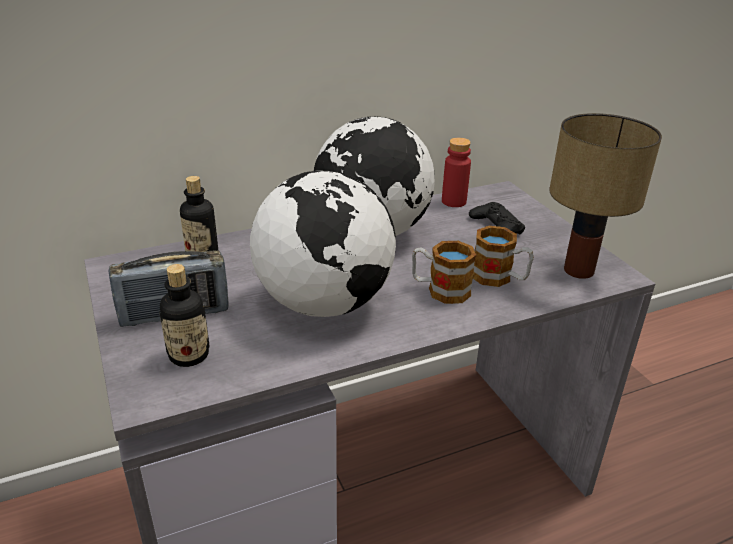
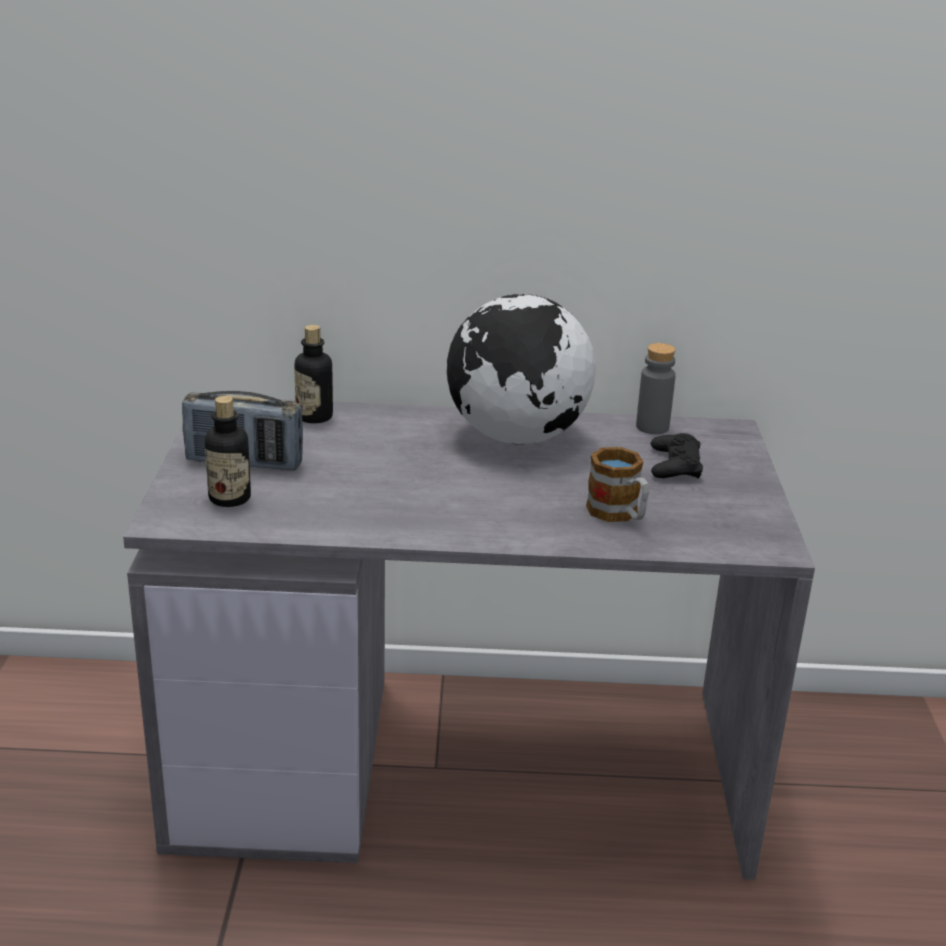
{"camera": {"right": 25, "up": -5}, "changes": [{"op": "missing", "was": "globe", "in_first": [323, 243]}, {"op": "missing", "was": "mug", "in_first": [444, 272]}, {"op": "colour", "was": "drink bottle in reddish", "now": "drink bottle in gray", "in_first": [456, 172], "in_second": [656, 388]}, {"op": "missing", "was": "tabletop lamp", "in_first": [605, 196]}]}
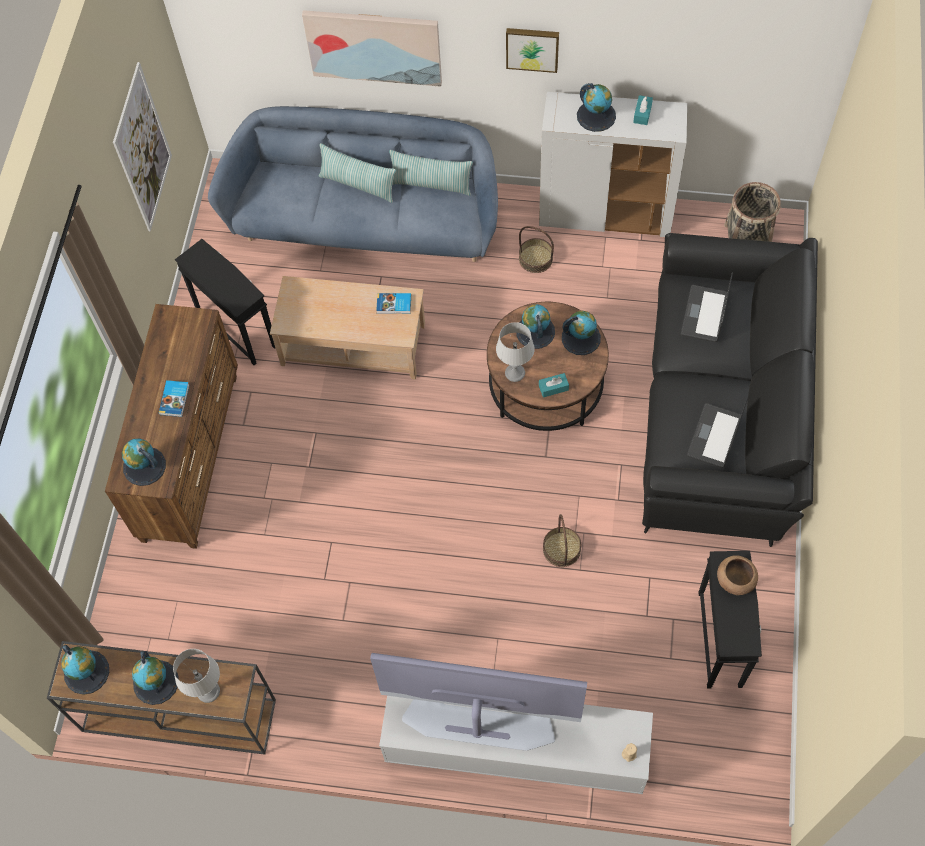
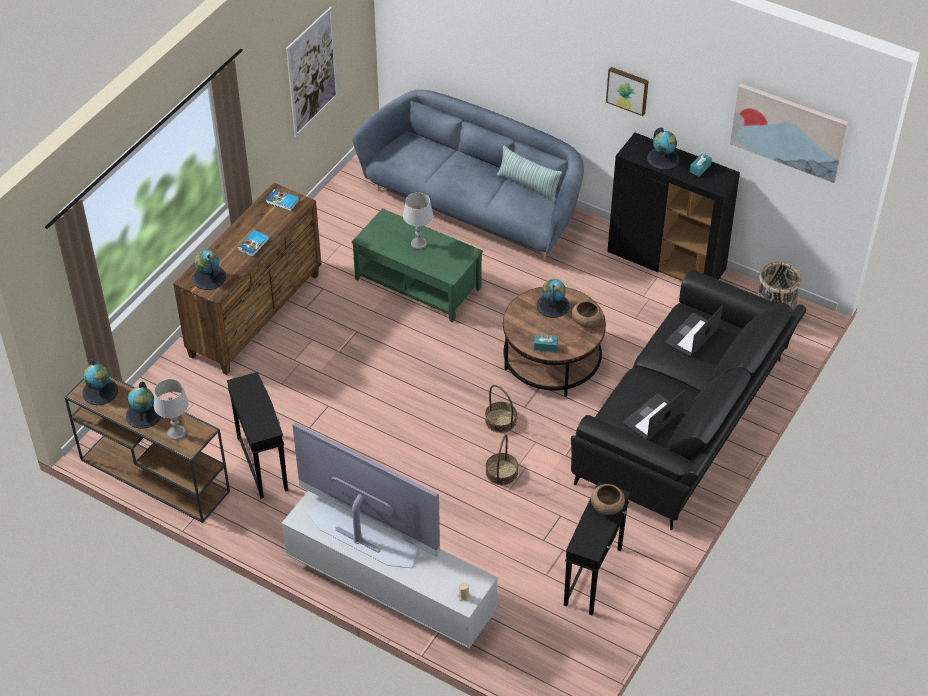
{"camera": {"right": 20, "up": -15}, "changes": [{"op": "relocated", "was": "side table in blackish", "in_first": [225, 302], "in_second": [257, 435]}, {"op": "colour", "was": "coffee table in beige-coloured", "now": "coffee table in greenish", "in_first": [347, 328], "in_second": [417, 265]}, {"op": "relocated", "was": "wall picture", "in_first": [372, 48], "in_second": [789, 133]}, {"op": "missing", "was": "pillow", "in_first": [357, 173]}, {"op": "relocated", "was": "volume", "in_first": [393, 303], "in_second": [283, 200]}, {"op": "relocated", "was": "tabletop lamp in gray", "in_first": [515, 352], "in_second": [418, 221]}, {"op": "relocated", "was": "household basket", "in_first": [536, 249], "in_second": [501, 409]}, {"op": "colour", "was": "storage cabinet in white", "now": "storage cabinet in blackish", "in_first": [613, 164], "in_second": [673, 207]}, {"op": "exchanged", "was": "globe", "now": "deep dish in brown-coloured", "in_first": [581, 333], "in_second": [587, 314]}]}
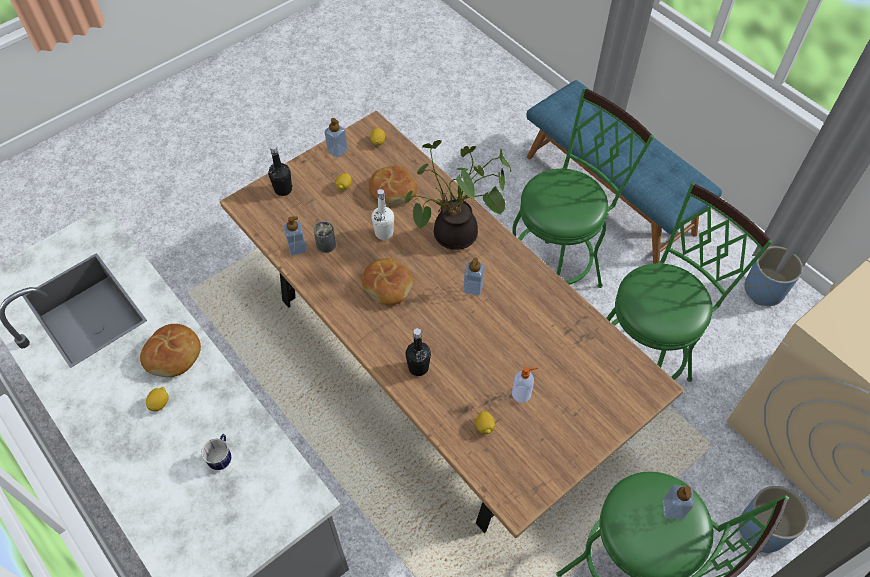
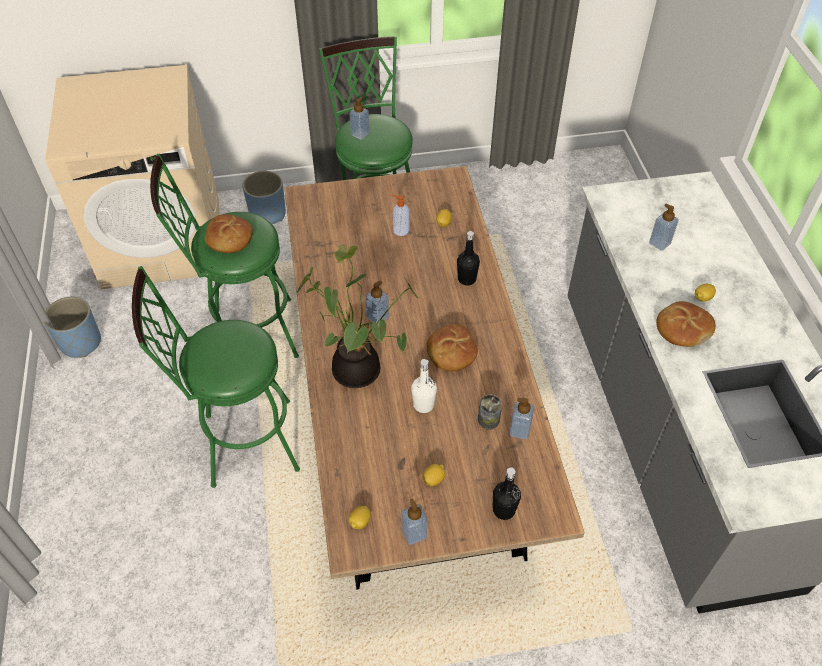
{"camera": {"right": -150, "up": -5}, "changes": [{"op": "exchanged", "was": "mug", "now": "liquid soap bottle", "in_first": [216, 452], "in_second": [664, 227]}, {"op": "relocated", "was": "bakery bread", "in_first": [393, 185], "in_second": [229, 233]}, {"op": "missing", "was": "bench in bluish", "in_first": [624, 172]}]}
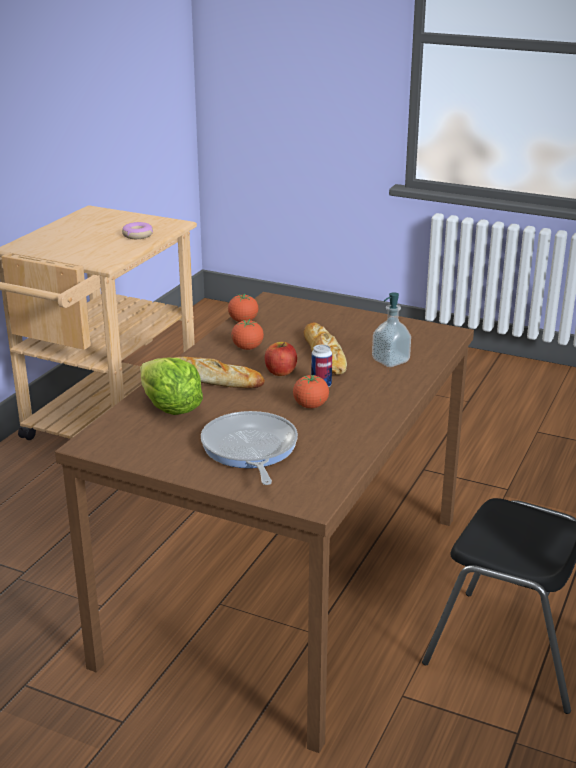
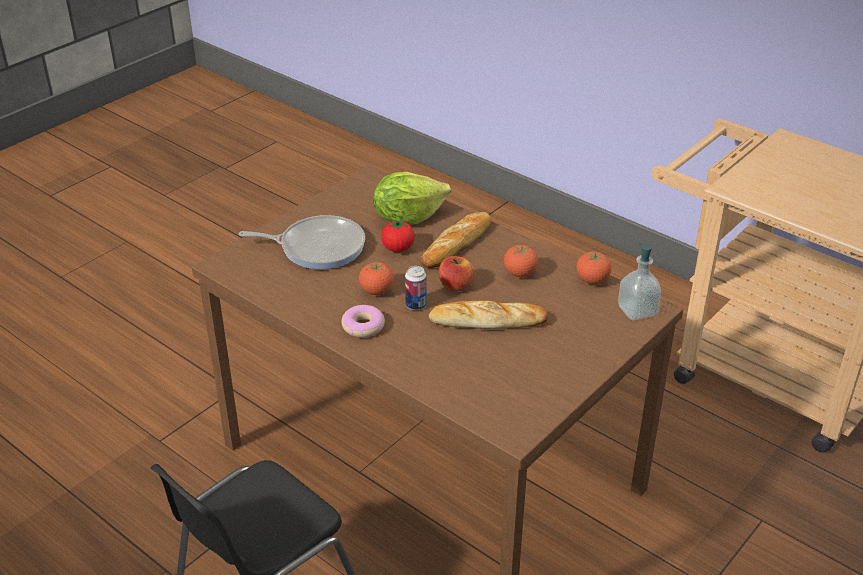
{"camera": {"right": 105, "up": 10}, "changes": [{"op": "relocated", "was": "ring doughnut", "in_first": [137, 230], "in_second": [363, 321]}, {"op": "relocated", "was": "liquid soap bottle", "in_first": [391, 329], "in_second": [639, 282]}, {"op": "appeared", "now": "fresh tomato", "in_second": [398, 235]}]}
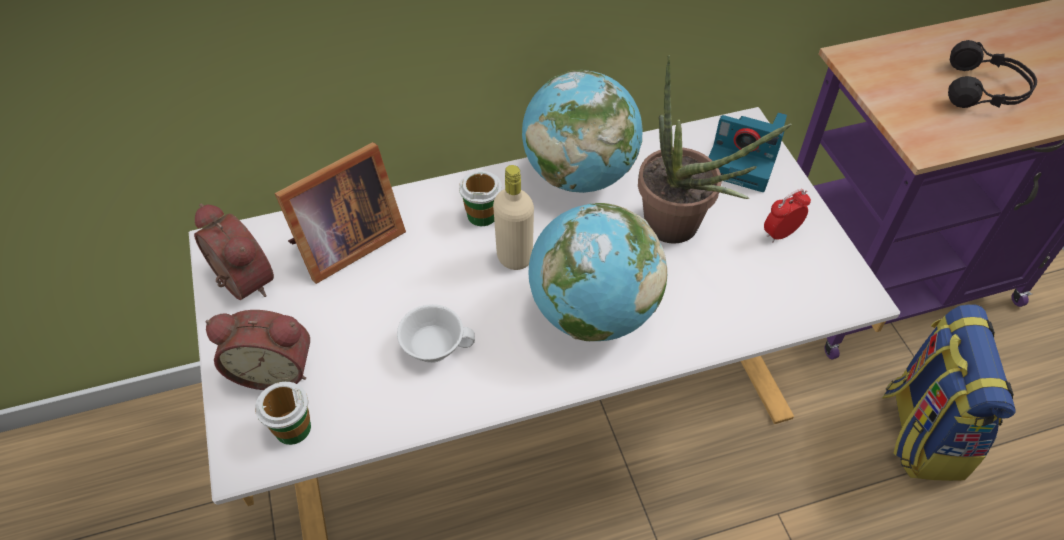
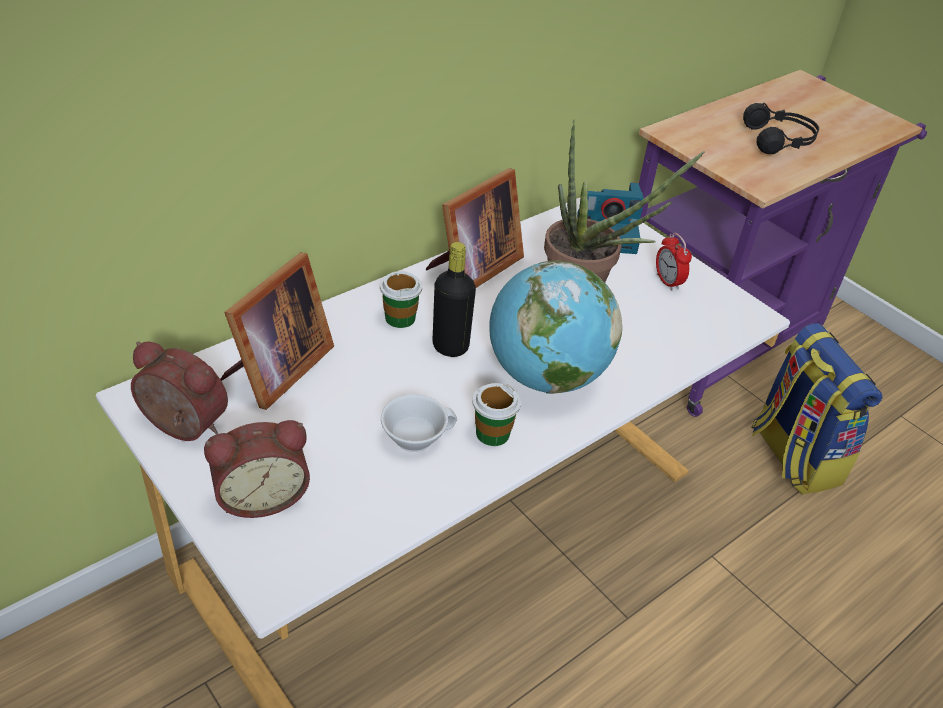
{"camera": {"right": -25, "up": -10}, "changes": [{"op": "relocated", "was": "drinking cup", "in_first": [283, 413], "in_second": [496, 414]}, {"op": "colour", "was": "drink bottle in beige-coloured", "now": "drink bottle in blackish", "in_first": [513, 217], "in_second": [454, 299]}, {"op": "exchanged", "was": "globe", "now": "picture frame", "in_first": [582, 131], "in_second": [474, 228]}, {"op": "spun", "was": "table clock", "in_first": [787, 215], "in_second": [674, 262], "clockwise": -60}]}
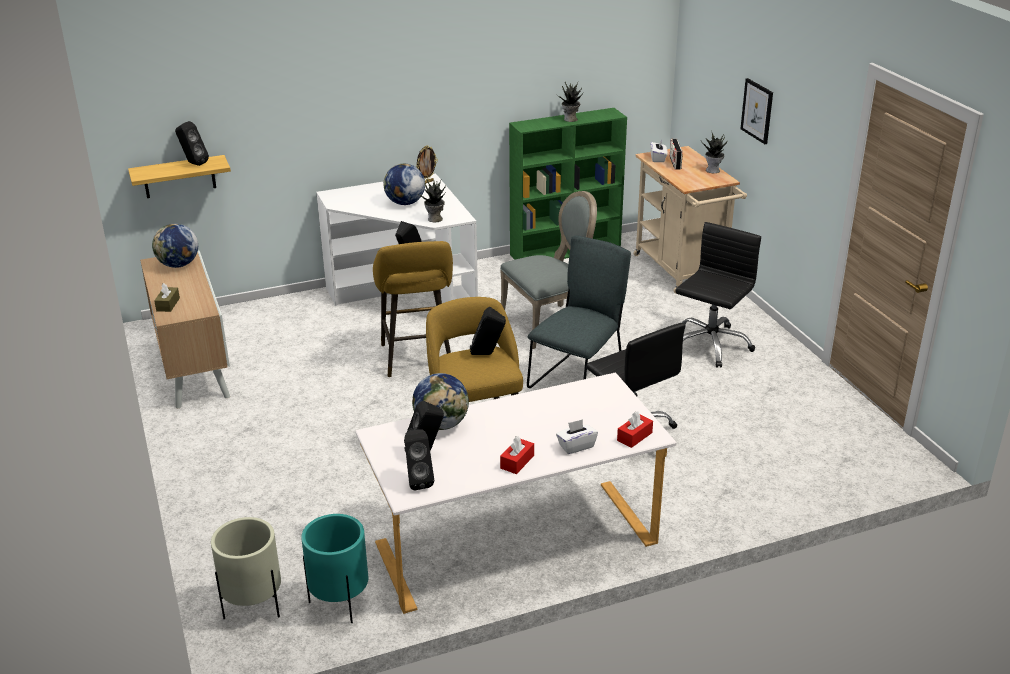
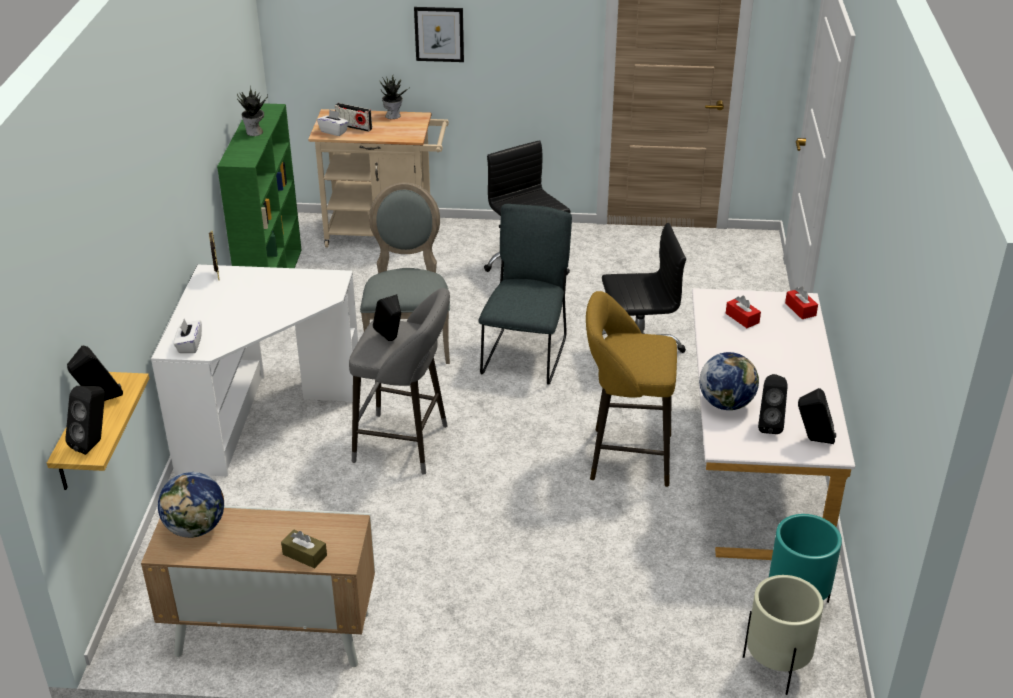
{"camera": {"right": -65, "up": 5}, "changes": [{"op": "colour", "was": "stool seat in yellow-coloured", "now": "stool seat in gray", "in_first": [413, 309], "in_second": [399, 381]}, {"op": "missing", "was": "globe", "in_first": [404, 184]}, {"op": "missing", "was": "potted plant", "in_first": [432, 201]}, {"op": "relocated", "was": "loudspeaker in blackish", "in_first": [488, 331], "in_second": [85, 420]}, {"op": "relocated", "was": "tissue holder in reddish", "in_first": [517, 455], "in_second": [743, 312]}, {"op": "spun", "was": "upright chair in gray", "in_first": [579, 312], "in_second": [525, 294], "clockwise": 45}, {"op": "relocated", "was": "tissue holder in white", "in_first": [577, 436], "in_second": [187, 336]}]}
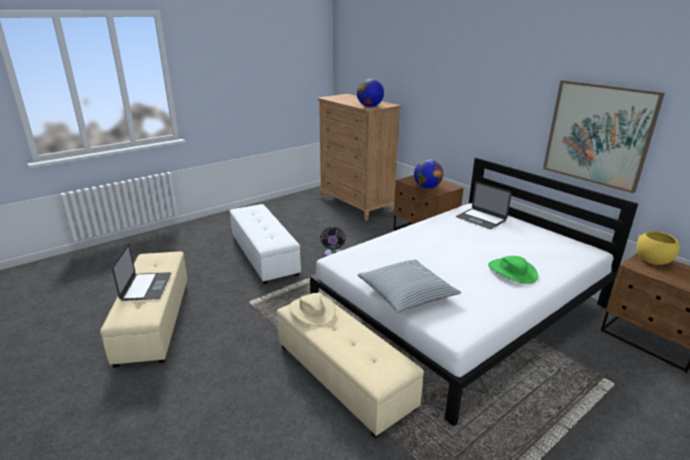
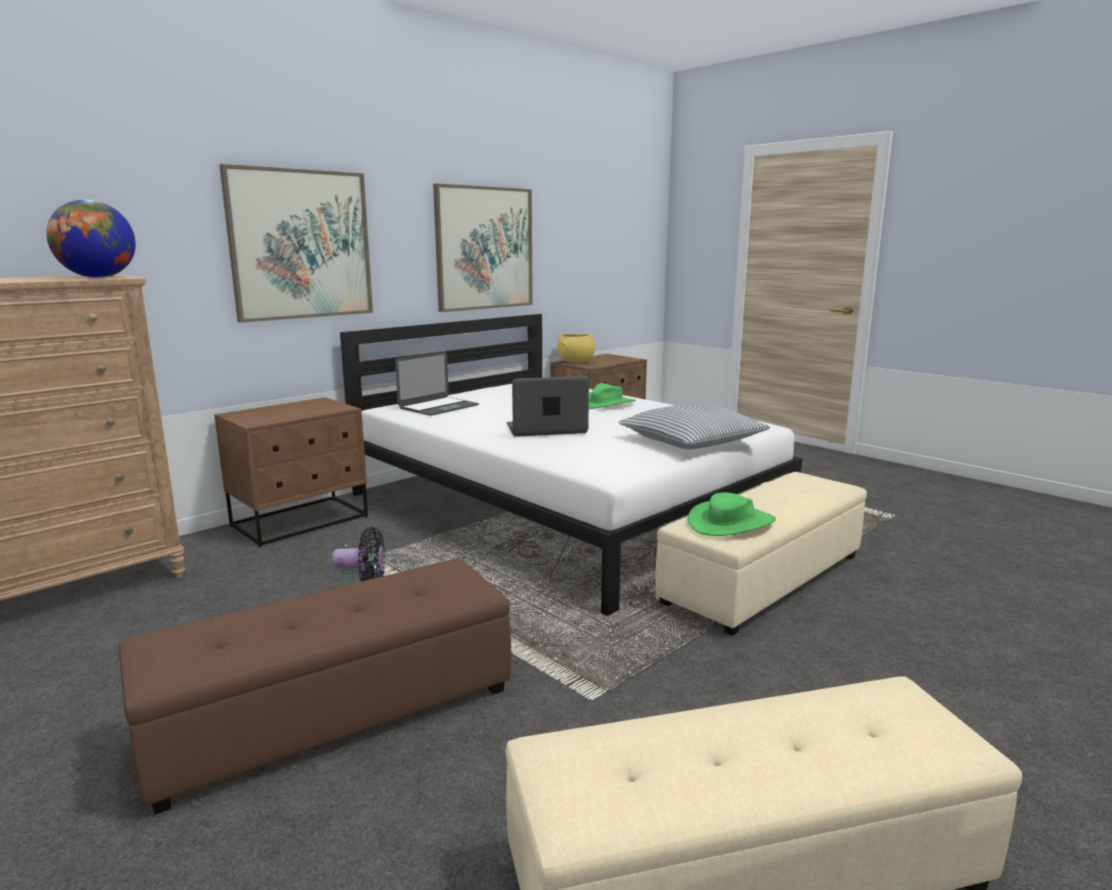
{"camera": {"right": -95, "up": -10}, "changes": [{"op": "relocated", "was": "notebook computer", "in_first": [141, 272], "in_second": [547, 406]}, {"op": "colour", "was": "footrest in white", "now": "footrest in brown-coloured", "in_first": [265, 244], "in_second": [315, 686]}, {"op": "colour", "was": "hat in beige-coloured", "now": "hat in greenish", "in_first": [312, 309], "in_second": [732, 514]}, {"op": "missing", "was": "globe", "in_first": [428, 174]}, {"op": "appeared", "now": "wall picture", "in_second": [296, 243]}]}
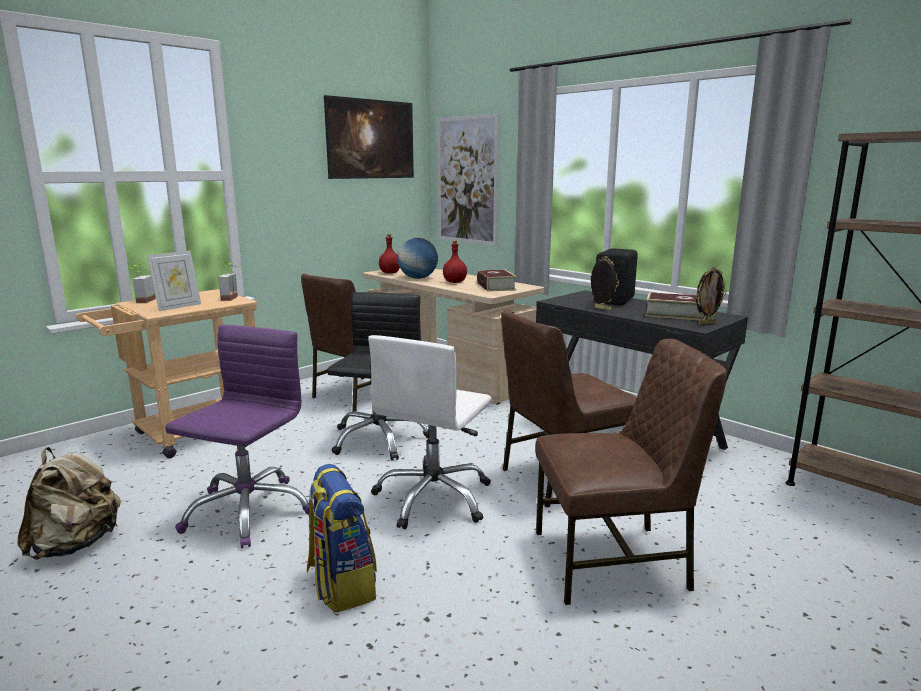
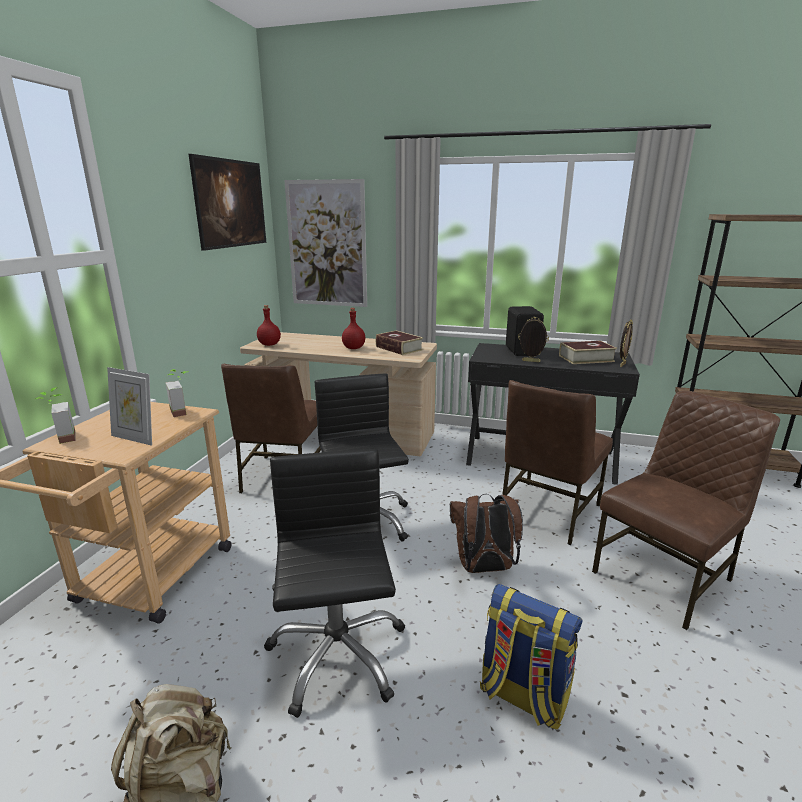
{"camera": {"right": -30, "up": 5}, "changes": [{"op": "spun", "was": "picture frame", "in_first": [174, 281], "in_second": [129, 406], "clockwise": 105}, {"op": "colour", "was": "computer chair in purplish", "now": "computer chair in blackish", "in_first": [239, 436], "in_second": [334, 583]}, {"op": "exchanged", "was": "computer chair in white", "now": "knapsack in brown-coloured", "in_first": [430, 432], "in_second": [486, 533]}, {"op": "missing", "was": "globe", "in_first": [418, 258]}]}
